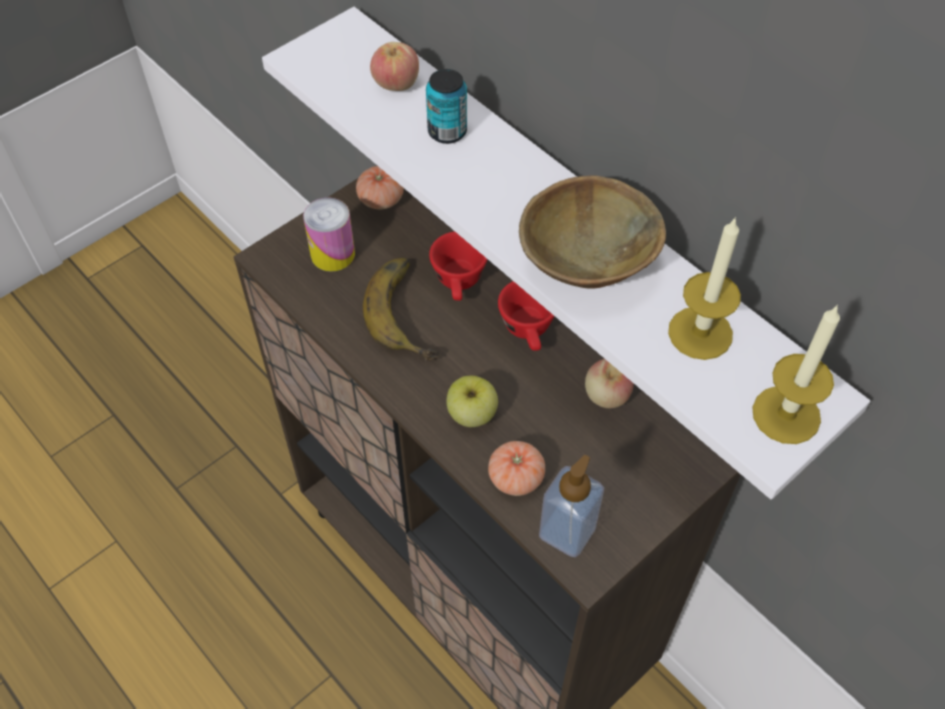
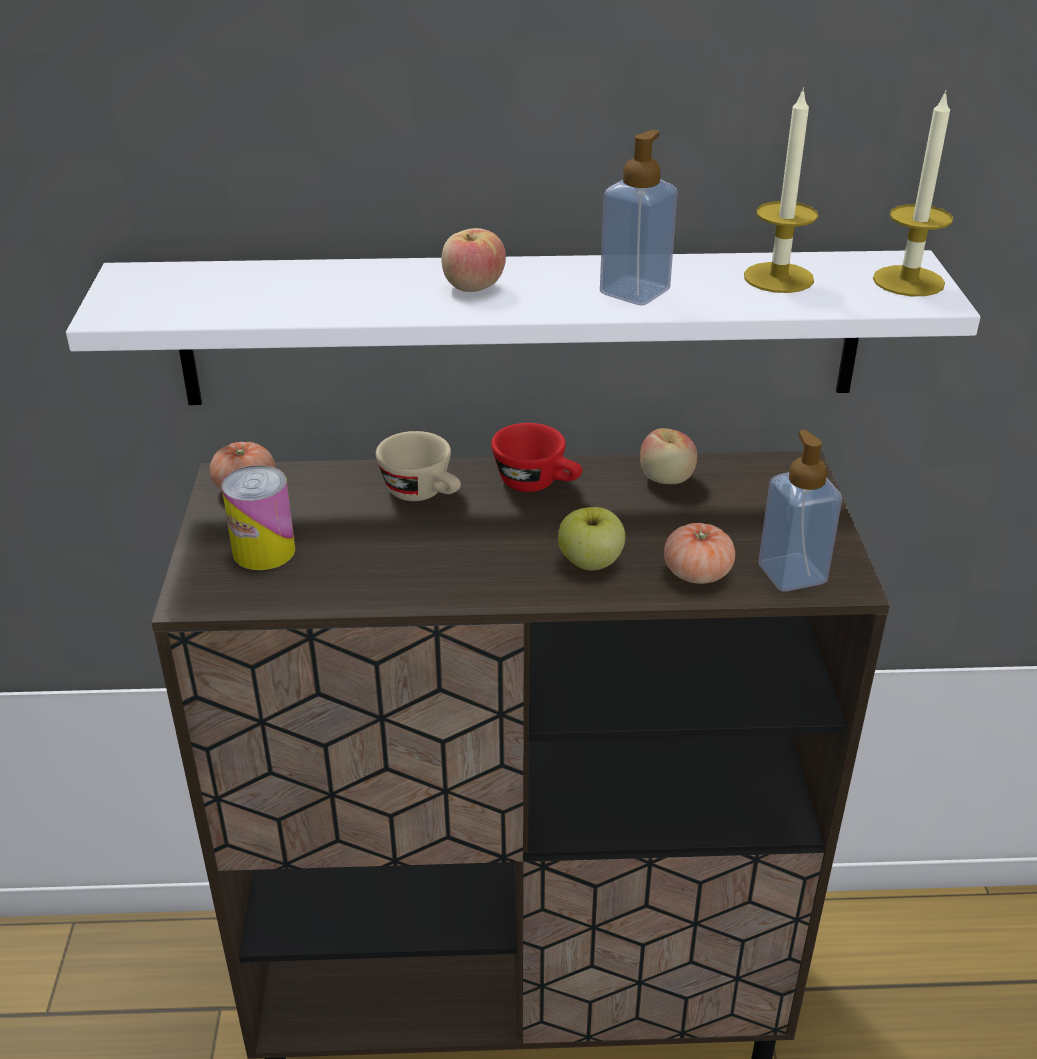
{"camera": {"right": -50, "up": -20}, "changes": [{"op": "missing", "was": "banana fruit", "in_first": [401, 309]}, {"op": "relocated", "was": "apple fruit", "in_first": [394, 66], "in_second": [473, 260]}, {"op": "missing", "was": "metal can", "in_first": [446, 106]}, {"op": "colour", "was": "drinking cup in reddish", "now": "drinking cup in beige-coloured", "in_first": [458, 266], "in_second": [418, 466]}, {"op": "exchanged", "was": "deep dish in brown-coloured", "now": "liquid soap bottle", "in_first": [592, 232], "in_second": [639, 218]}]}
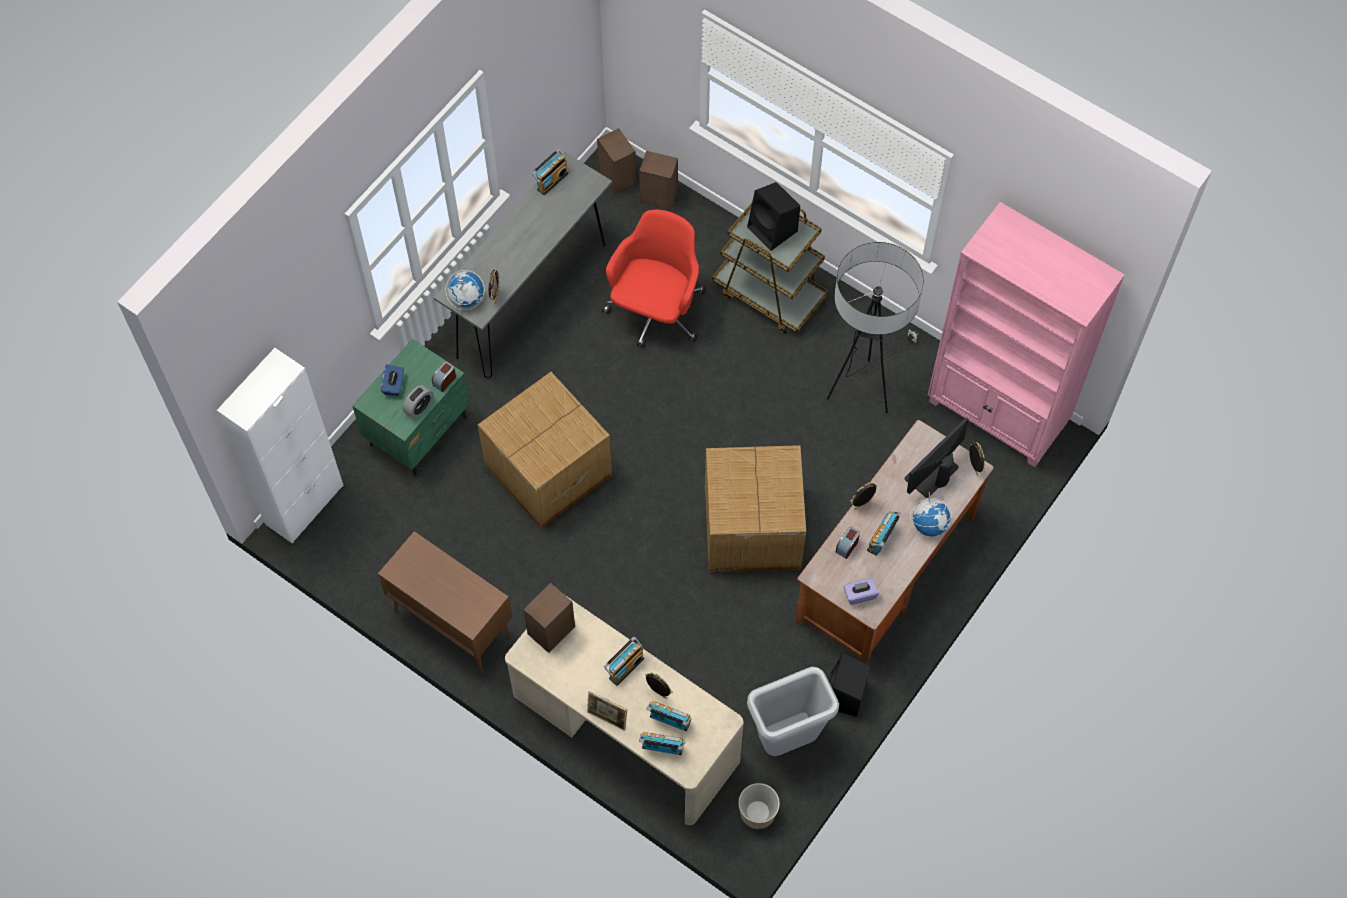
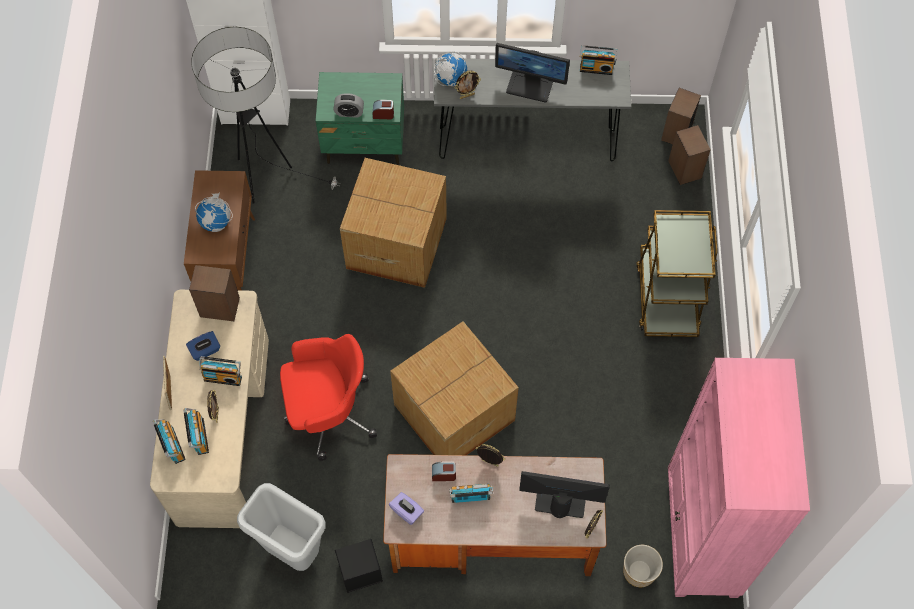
{"camera": {"right": 55, "up": 0}, "changes": [{"op": "relocated", "was": "tissue holder in bluish", "in_first": [392, 380], "in_second": [203, 346]}, {"op": "relocated", "was": "computer chair in reddish", "in_first": [654, 279], "in_second": [328, 397]}, {"op": "relocated", "was": "plant pot", "in_first": [759, 806], "in_second": [643, 566]}, {"op": "missing", "was": "loudspeaker in blackish", "in_first": [773, 216]}, {"op": "relocated", "was": "standard lamp", "in_first": [875, 327], "in_second": [266, 115]}, {"op": "relocated", "was": "globe", "in_first": [931, 514], "in_second": [214, 212]}, {"op": "appeared", "now": "computer screen", "in_second": [532, 72]}]}
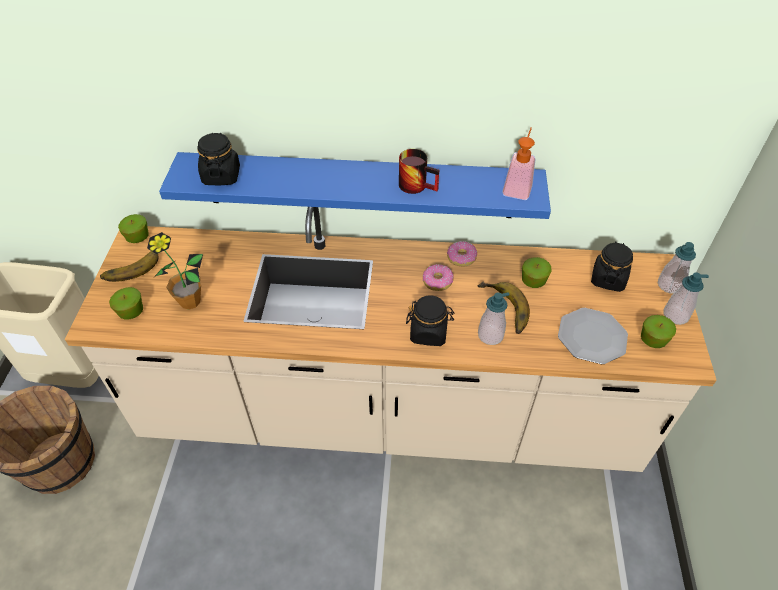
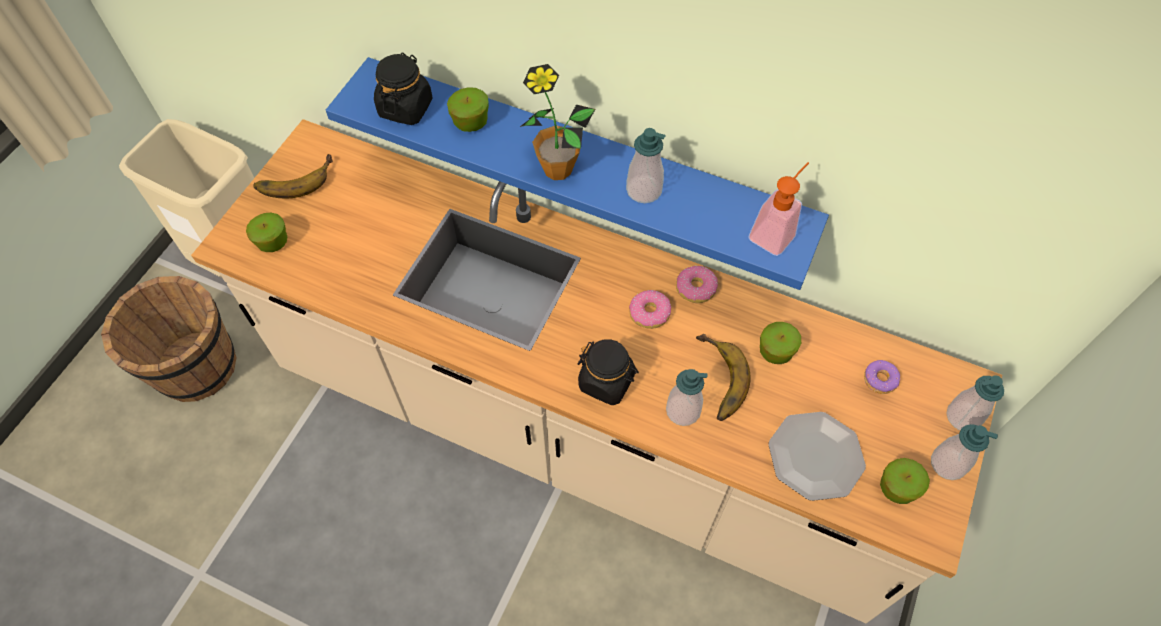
{"camera": {"right": 20, "up": 10}, "changes": [{"op": "relocated", "was": "apple fruit", "in_first": [133, 228], "in_second": [468, 109]}, {"op": "relocated", "was": "potted plant", "in_first": [175, 271], "in_second": [557, 122]}, {"op": "exchanged", "was": "mug", "now": "liquid soap bottle", "in_first": [419, 171], "in_second": [646, 165]}, {"op": "exchanged", "was": "storage jar in blackish", "now": "ring doughnut", "in_first": [612, 267], "in_second": [882, 377]}]}
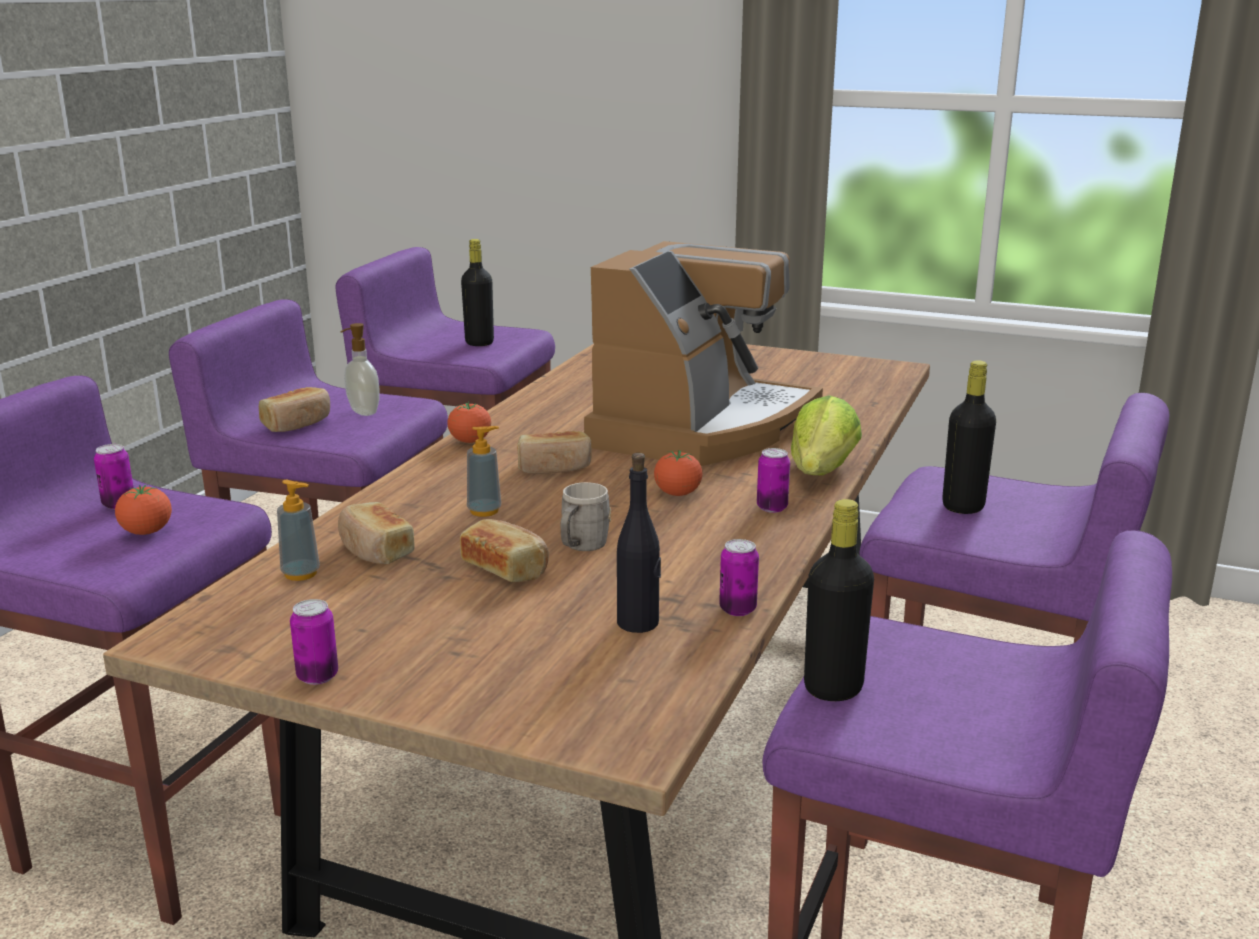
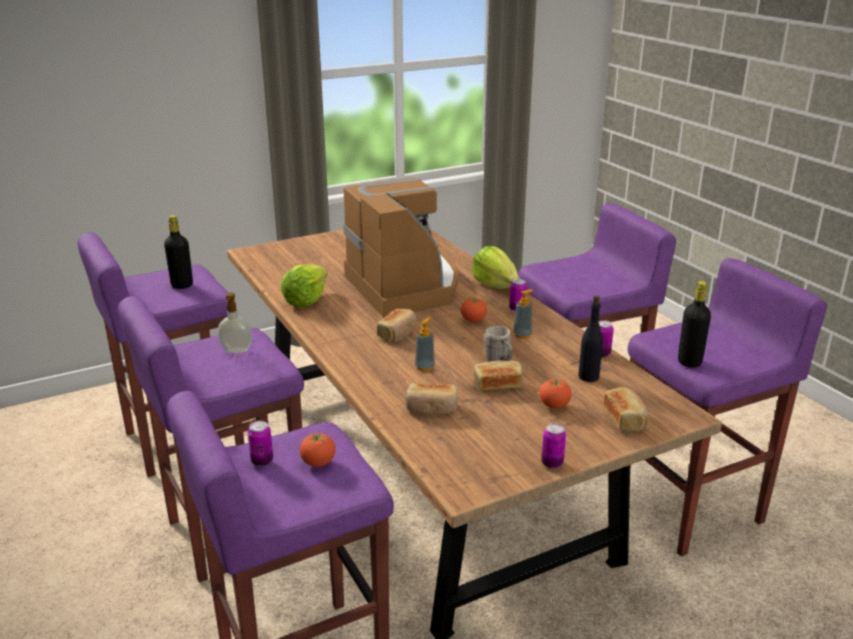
{"camera": {"right": -50, "up": 5}, "changes": [{"op": "relocated", "was": "bakery bread", "in_first": [294, 409], "in_second": [626, 409]}, {"op": "relocated", "was": "liquid soap bottle", "in_first": [298, 530], "in_second": [523, 314]}, {"op": "relocated", "was": "fresh tomato", "in_first": [469, 422], "in_second": [555, 394]}, {"op": "missing", "was": "drink bottle in blackish", "in_first": [969, 437]}, {"op": "appeared", "now": "lettuce head", "in_second": [304, 286]}]}
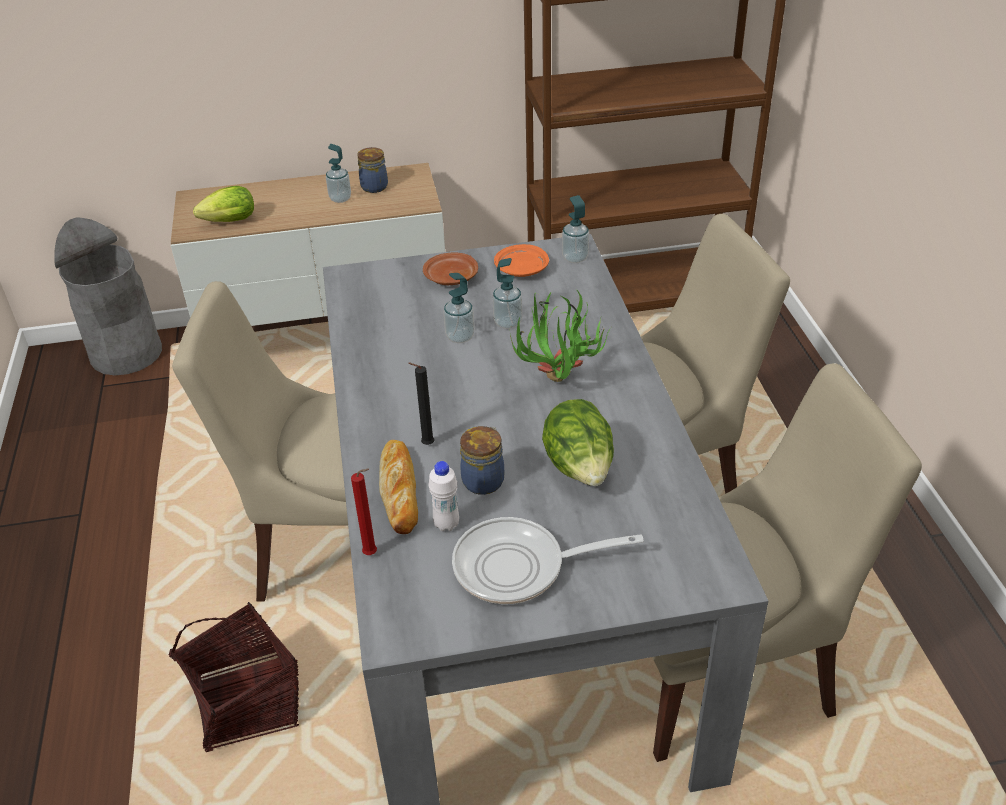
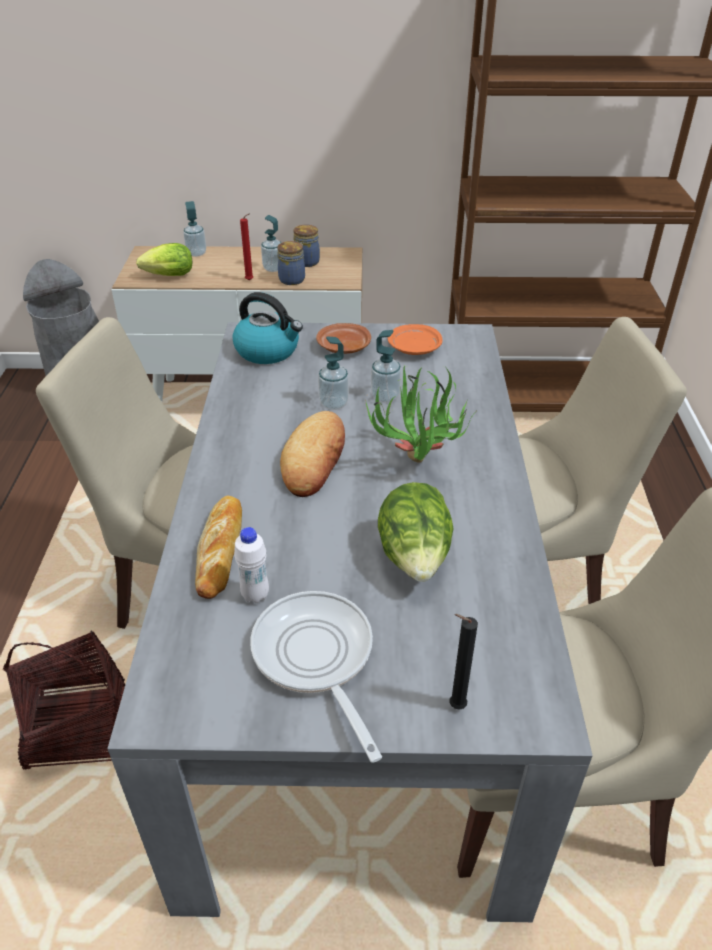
{"camera": {"right": 10, "up": 0}, "changes": [{"op": "relocated", "was": "candle in reddish", "in_first": [364, 511], "in_second": [246, 247]}, {"op": "relocated", "was": "candle in blackish", "in_first": [421, 404], "in_second": [463, 662]}, {"op": "spun", "was": "frying pan", "in_first": [548, 560], "in_second": [316, 677], "clockwise": 60}, {"op": "relocated", "was": "storage jar", "in_first": [482, 460], "in_second": [291, 263]}, {"op": "relocated", "was": "liquid soap bottle", "in_first": [575, 229], "in_second": [194, 229]}, {"op": "appeared", "now": "tea kettle", "in_second": [268, 328]}, {"op": "appeared", "now": "bakery bread", "in_second": [312, 454]}]}
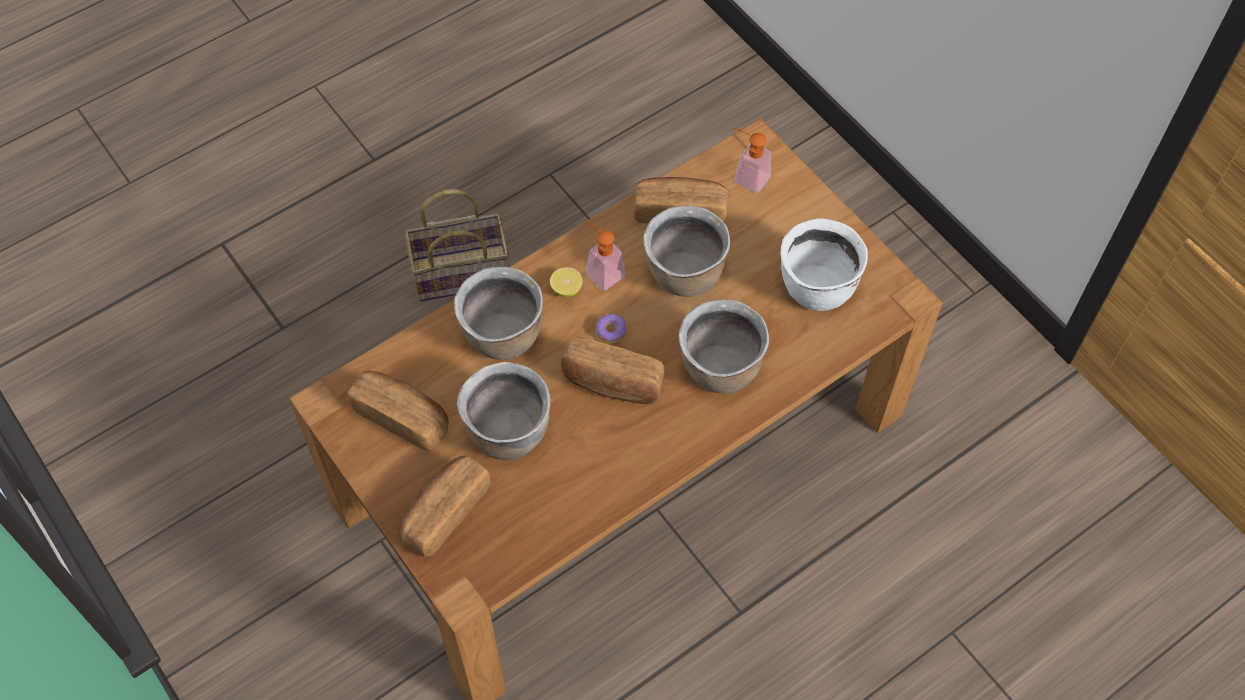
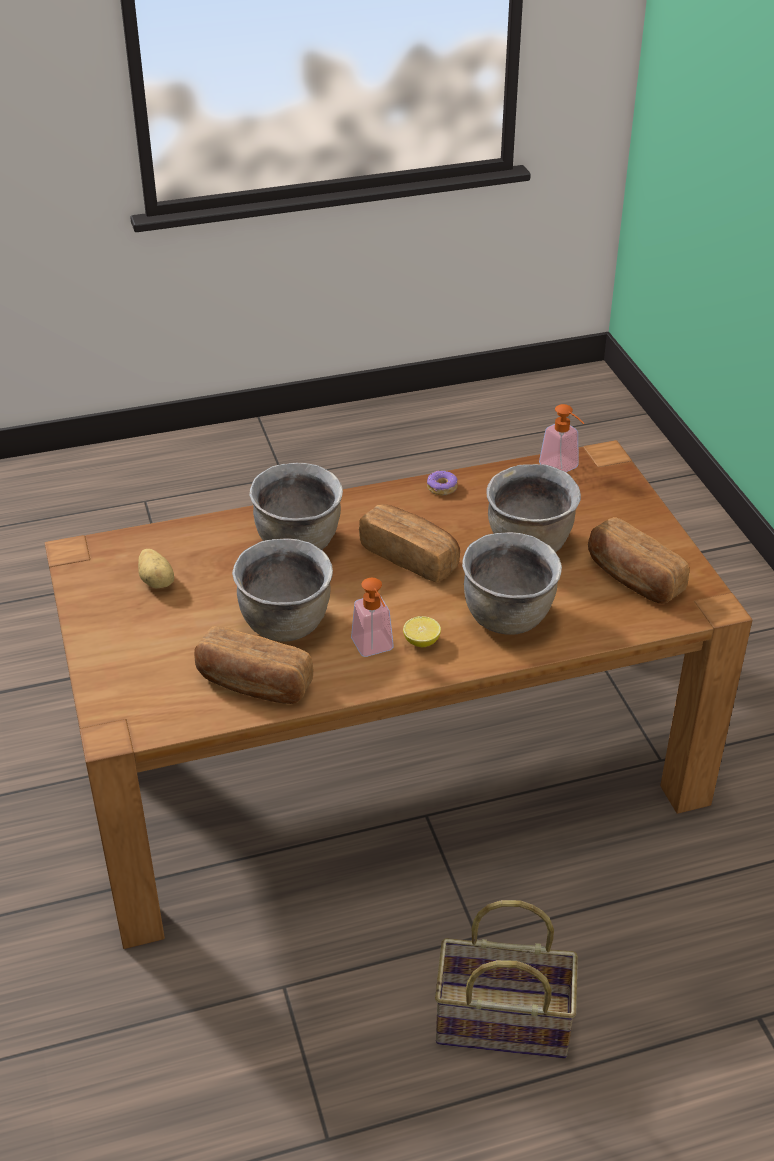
{"camera": {"right": -160, "up": -20}, "changes": [{"op": "missing", "was": "bakery bread", "in_first": [444, 506]}, {"op": "relocated", "was": "ring doughnut", "in_first": [611, 328], "in_second": [442, 482]}, {"op": "relocated", "was": "liquid soap bottle", "in_first": [752, 160], "in_second": [561, 438]}, {"op": "exchanged", "was": "stockpot in white", "now": "spud", "in_first": [824, 264], "in_second": [156, 569]}]}
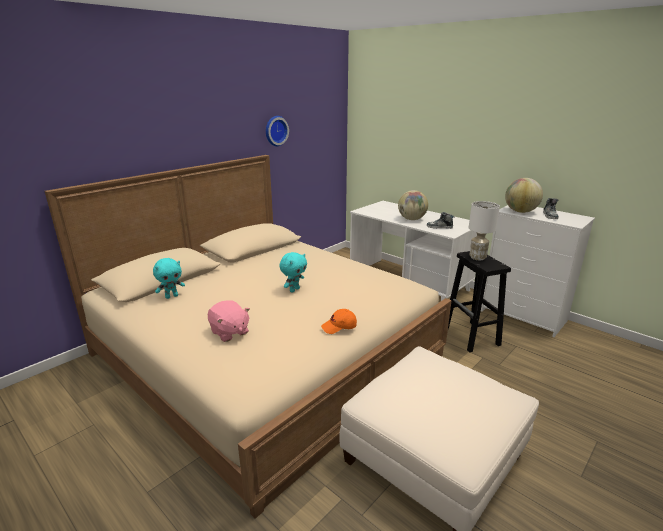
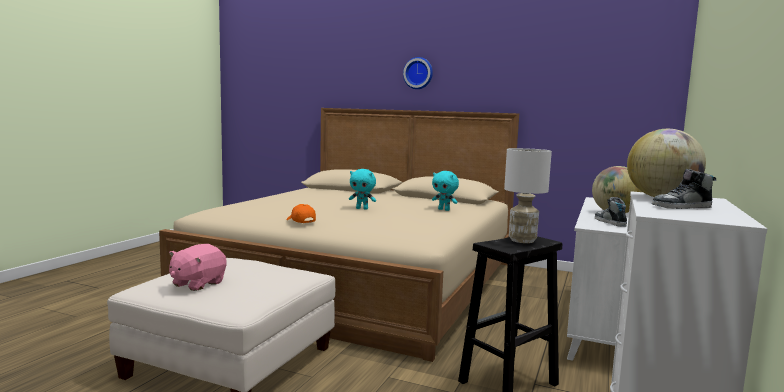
{"camera": {"right": 70, "up": -15}, "changes": [{"op": "relocated", "was": "soft toy in turquoise-coloured", "in_first": [169, 278], "in_second": [445, 191]}, {"op": "relocated", "was": "soft toy in pink-coloured", "in_first": [229, 321], "in_second": [198, 267]}, {"op": "relocated", "was": "clock on the wall", "in_first": [277, 131], "in_second": [418, 73]}]}
